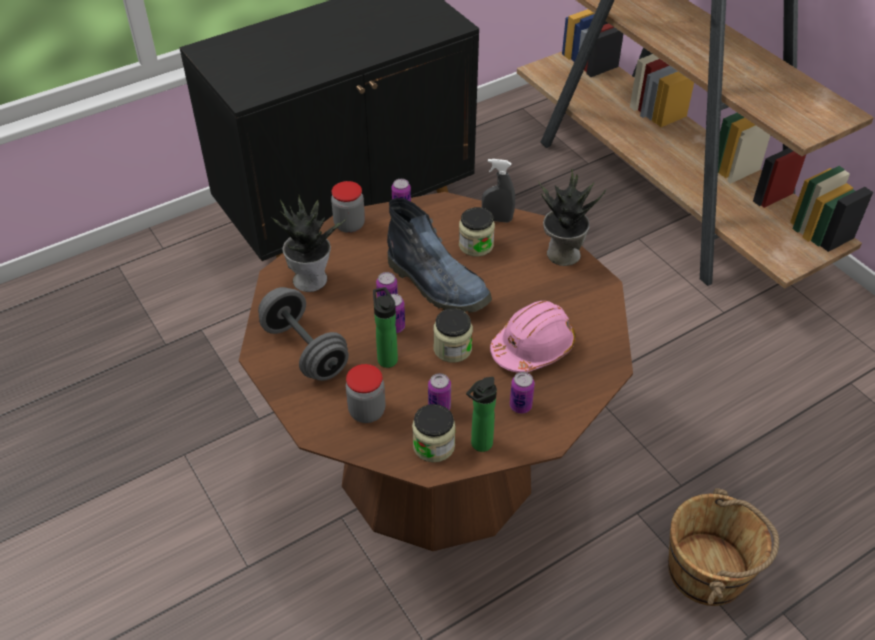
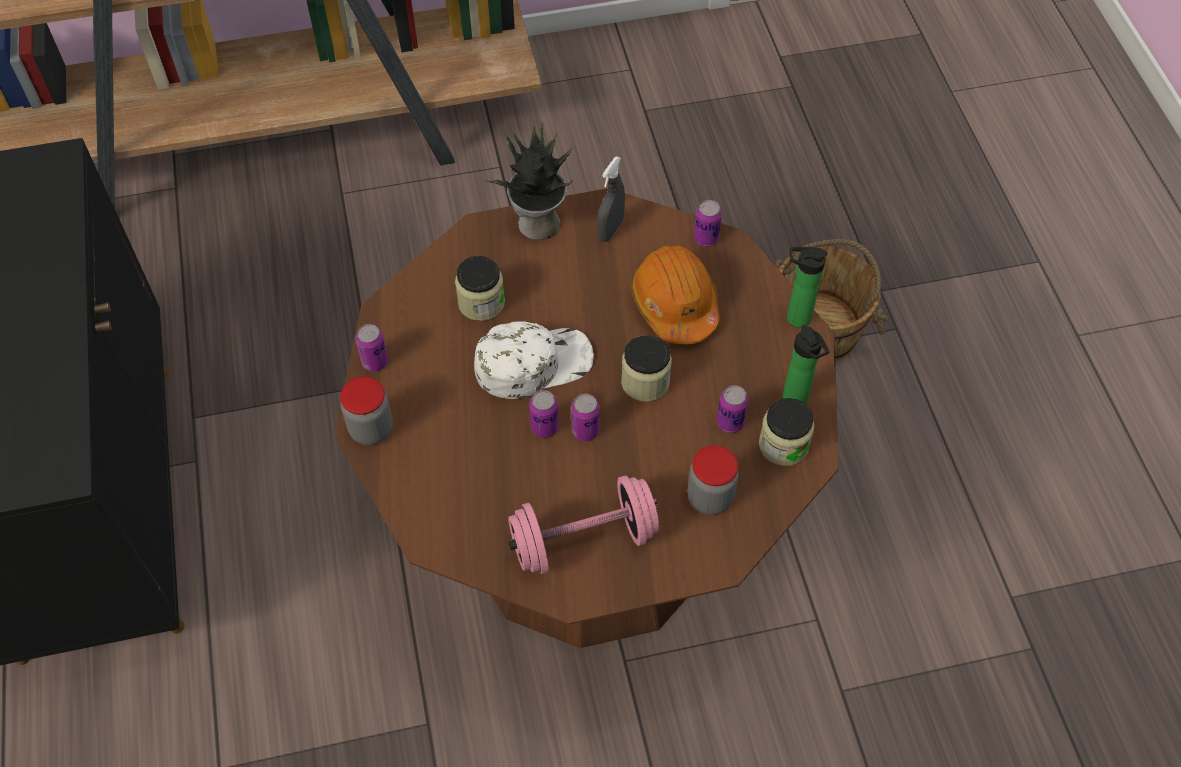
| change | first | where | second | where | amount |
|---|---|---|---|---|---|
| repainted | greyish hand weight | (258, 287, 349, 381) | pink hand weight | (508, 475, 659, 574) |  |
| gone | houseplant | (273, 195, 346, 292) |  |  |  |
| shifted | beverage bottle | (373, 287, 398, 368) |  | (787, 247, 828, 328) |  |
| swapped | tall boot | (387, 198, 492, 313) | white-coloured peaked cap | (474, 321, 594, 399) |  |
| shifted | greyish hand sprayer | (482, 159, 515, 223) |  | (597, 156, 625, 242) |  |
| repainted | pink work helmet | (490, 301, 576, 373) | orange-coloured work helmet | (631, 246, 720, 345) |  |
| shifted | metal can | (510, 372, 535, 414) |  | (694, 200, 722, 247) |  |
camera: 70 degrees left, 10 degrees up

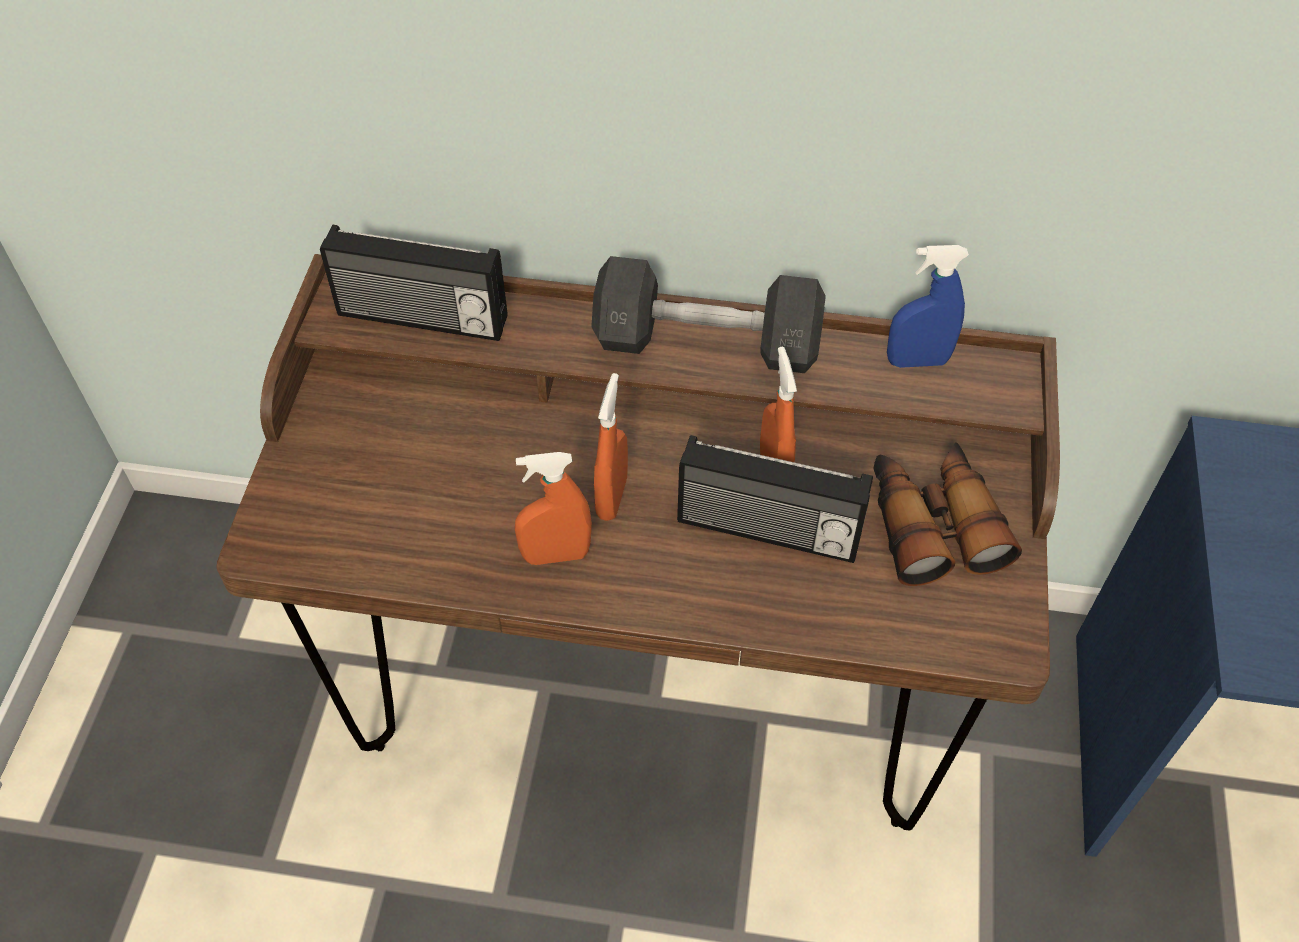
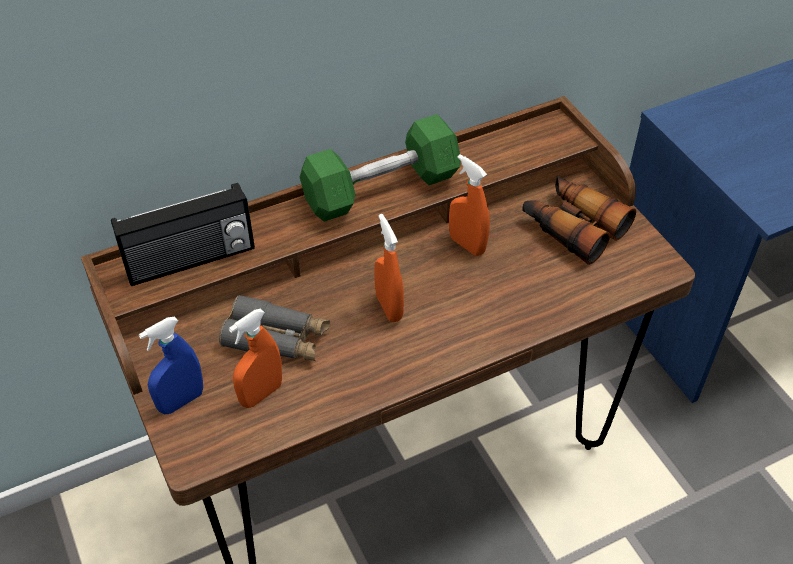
| change | first | where | second | where | amount |
|---|---|---|---|---|---|
| shifted | orange-coloured hand sprayer | (515, 452, 592, 565) |  | (229, 308, 282, 408) |  |
| repainted | greyish hand weight | (591, 256, 826, 373) | green-coloured hand weight | (300, 114, 461, 222) |  |
| gone | radio set | (677, 435, 873, 563) |  |  |  |
| shifted | blue hand sprayer | (887, 245, 969, 368) |  | (139, 316, 203, 414) |  |
| new |  |  | greyish pair of binoculars | (219, 295, 330, 361) |  |
camera: 35 degrees left, 5 degrees down

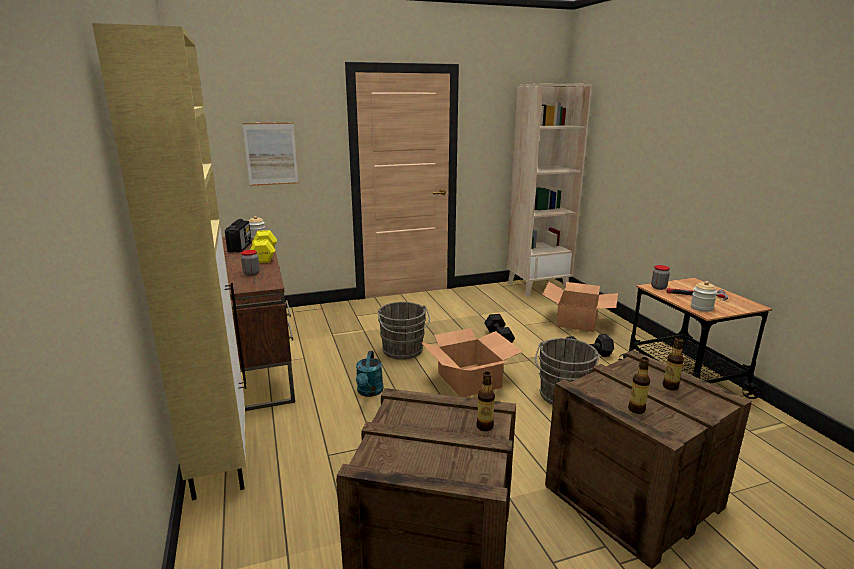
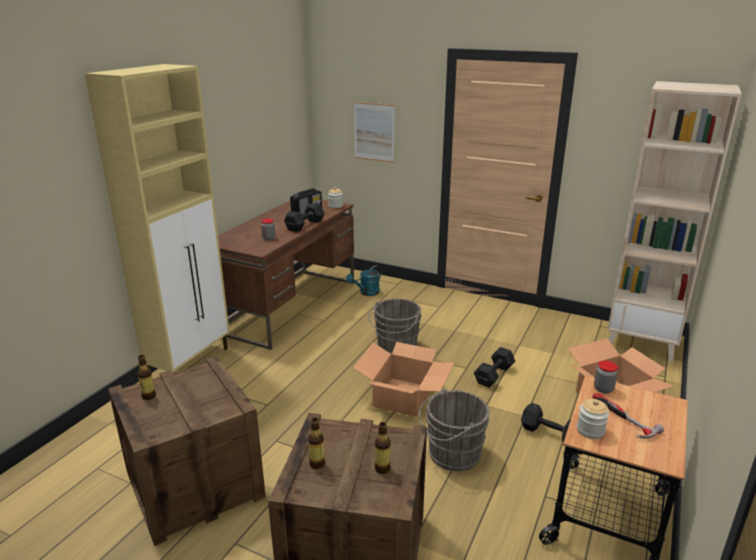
| change | first | where | second | where | amount |
|---|---|---|---|---|---|
| repainted | yellowish hand weight | (250, 230, 277, 263) | blackish hand weight | (284, 202, 325, 232) |  |
| shifted | turquoise-coloured sprinkling can | (356, 351, 384, 397) |  | (346, 265, 382, 296) |  |
| shifted | beverage bottle | (476, 372, 495, 431) |  | (137, 355, 156, 400) |  |
camera: 45 degrees right, 5 degrees up

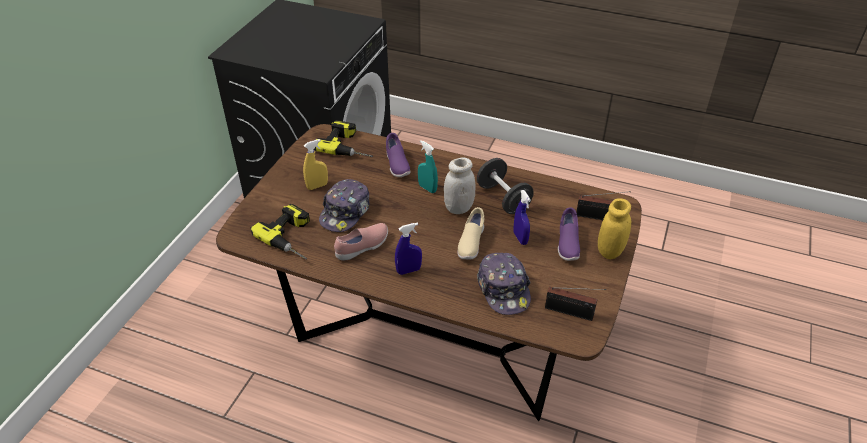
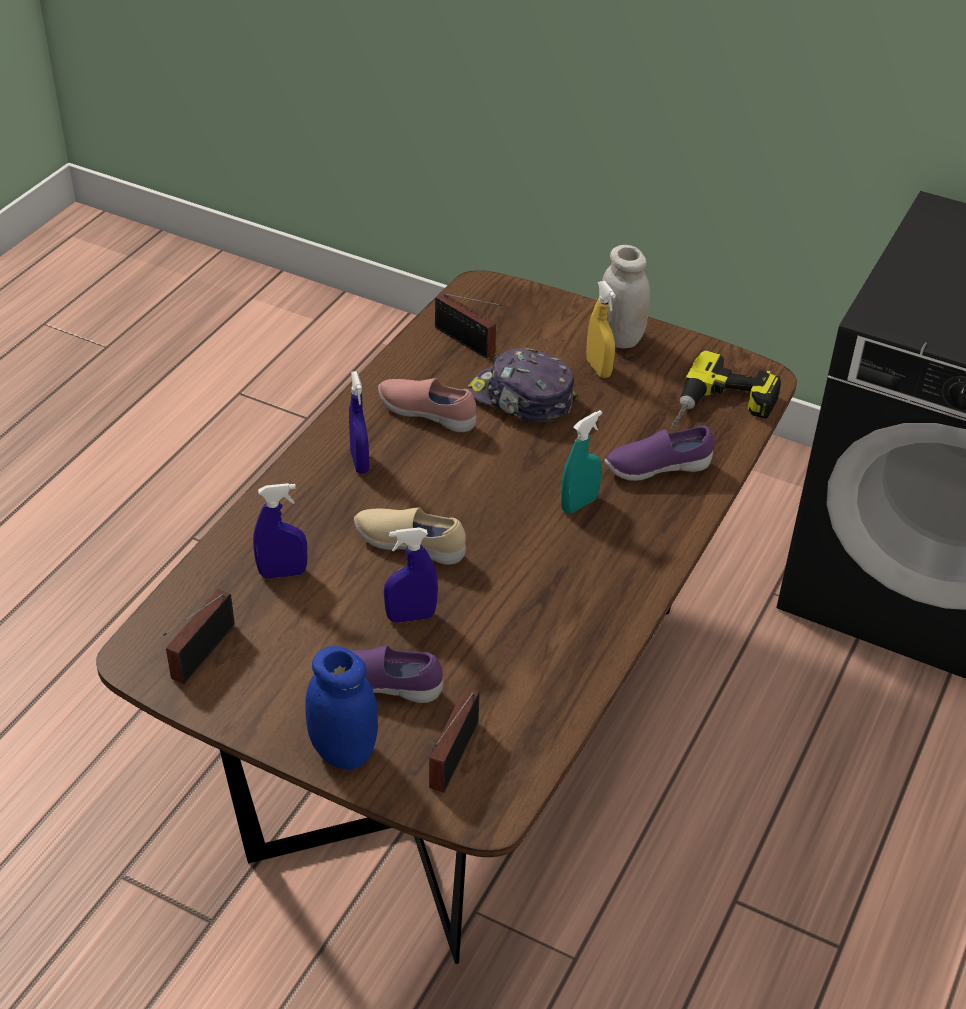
| change | first | where | second | where | amount |
|---|---|---|---|---|---|
| swapped | electric drill | (251, 204, 310, 259) | radio set | (435, 293, 502, 358) |  |
| rotated | pink item of footwear | (334, 223, 388, 261) |  | (378, 378, 476, 432) | 150 degrees clockwise |
| shifted | white-coloured storage jar | (444, 158, 475, 214) |  | (602, 245, 650, 348) |  |
| gone | blackish hand weight | (477, 158, 534, 214) |  |  |  |
| swapped | peaked cap | (477, 253, 531, 315) | blue hand sprayer | (253, 483, 307, 578) |  |
| repainted | yellowish storage jar | (598, 198, 631, 259) | blue storage jar | (305, 646, 378, 769) |  |
camera: 95 degrees right, 0 degrees up

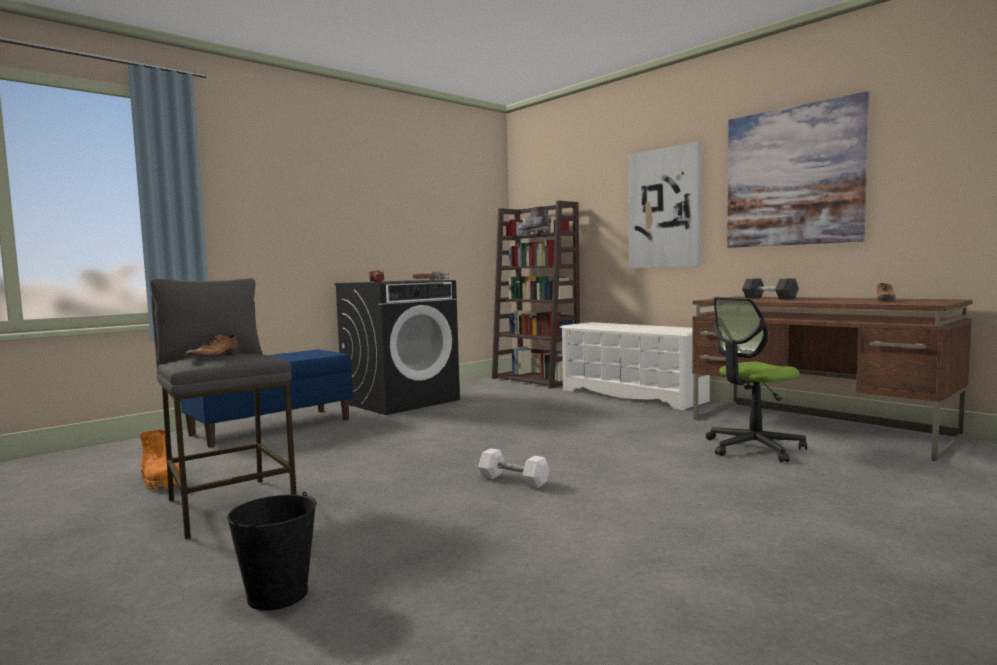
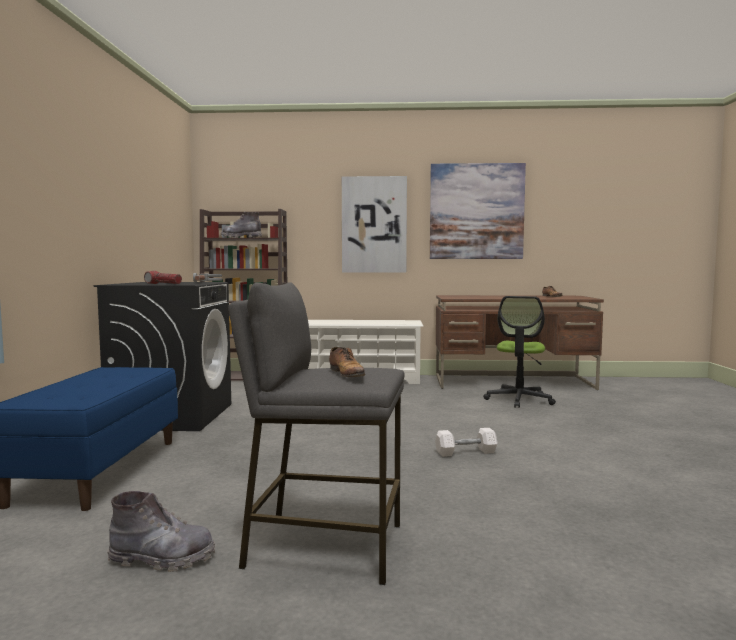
| change | first | where | second | where | amount |
|---|---|---|---|---|---|
| repainted | orange-coloured tall boot | (140, 430, 187, 490) | greyish tall boot | (107, 491, 215, 572) |  |
| gone | blackish pail | (227, 492, 317, 610) |  |  |  |
| gone | greyish hand weight | (742, 278, 799, 300) |  |  |  |
camera: 45 degrees left, 0 degrees up

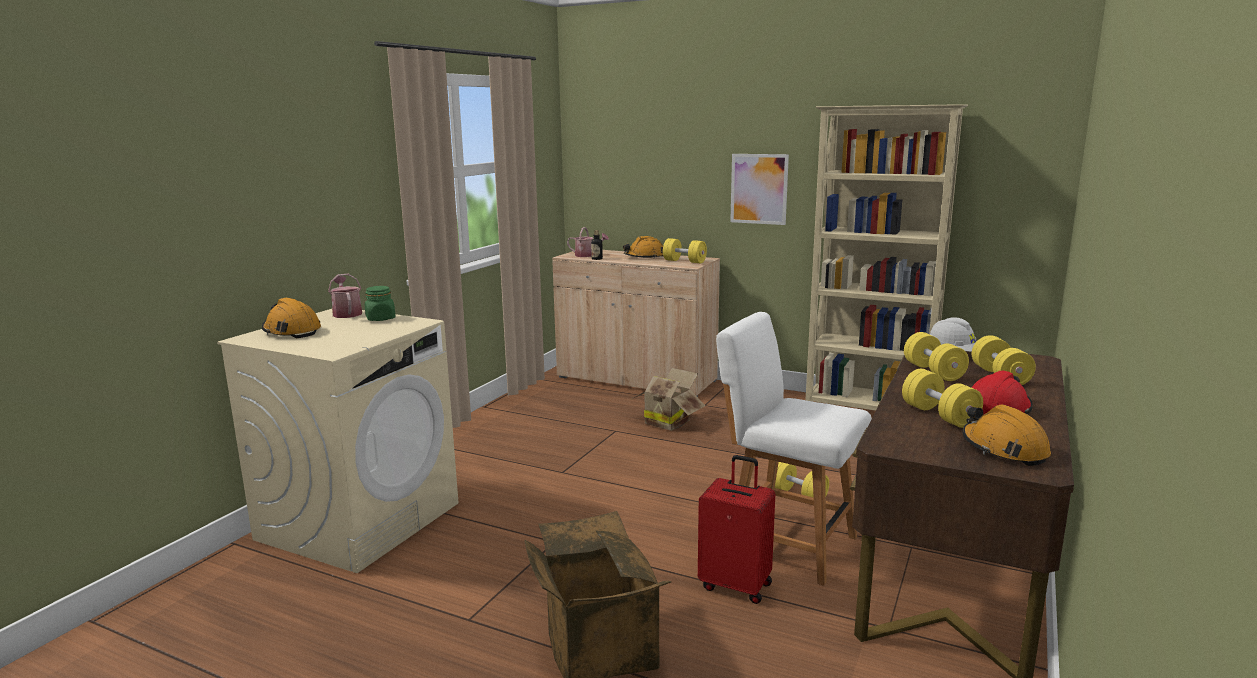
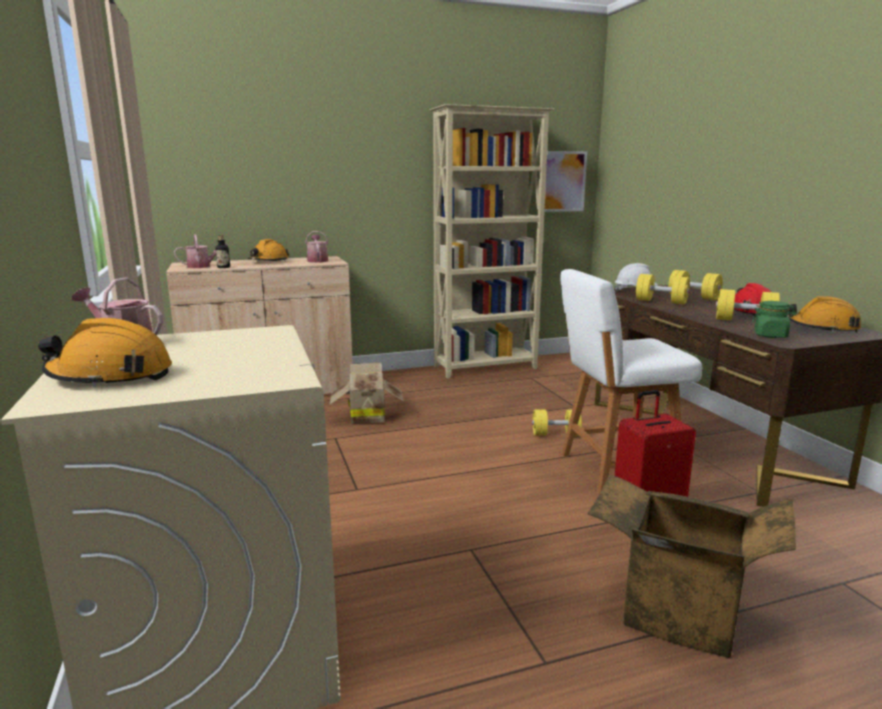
| change | first | where | second | where | amount |
|---|---|---|---|---|---|
| shifted | green-coloured storage jar | (365, 286, 396, 321) |  | (752, 301, 796, 338) |  |
| swapped | yellowish hand weight | (663, 238, 707, 263) | sprinkling can | (305, 231, 328, 263) |  |
| shifted | wall picture | (730, 154, 789, 225) |  | (545, 151, 587, 212) |  |
camera: 45 degrees left, 0 degrees up

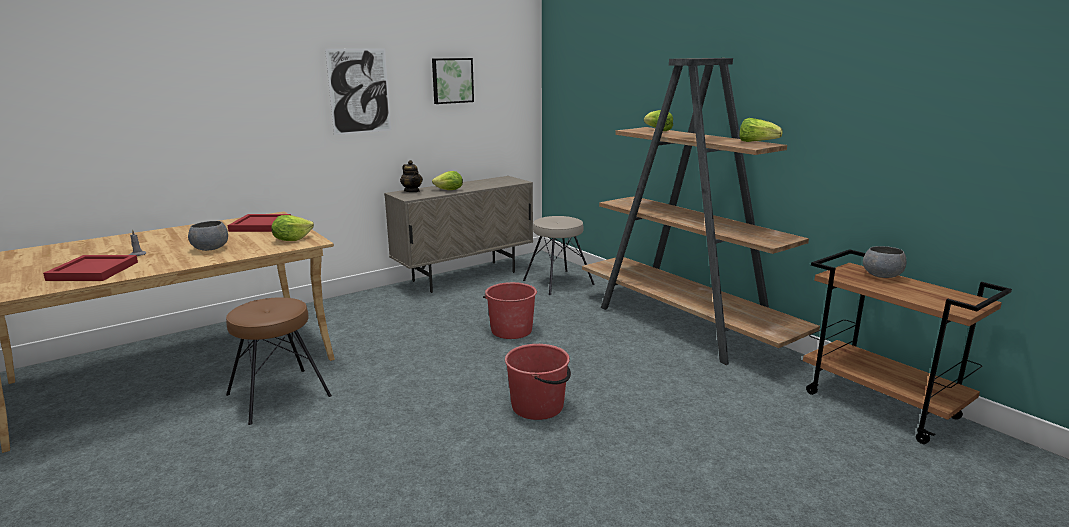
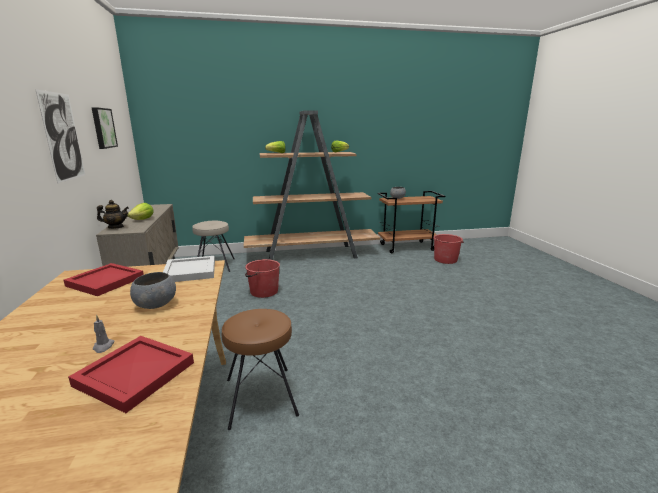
| change | first | where | second | where | amount |
|---|---|---|---|---|---|
| swapped | lettuce head | (271, 215, 314, 241) | white-coloured carrying tray | (163, 256, 215, 282) |  |
| shifted | red pail | (505, 344, 571, 420) |  | (433, 234, 464, 264) |  |
camera: 65 degrees left, 0 degrees up

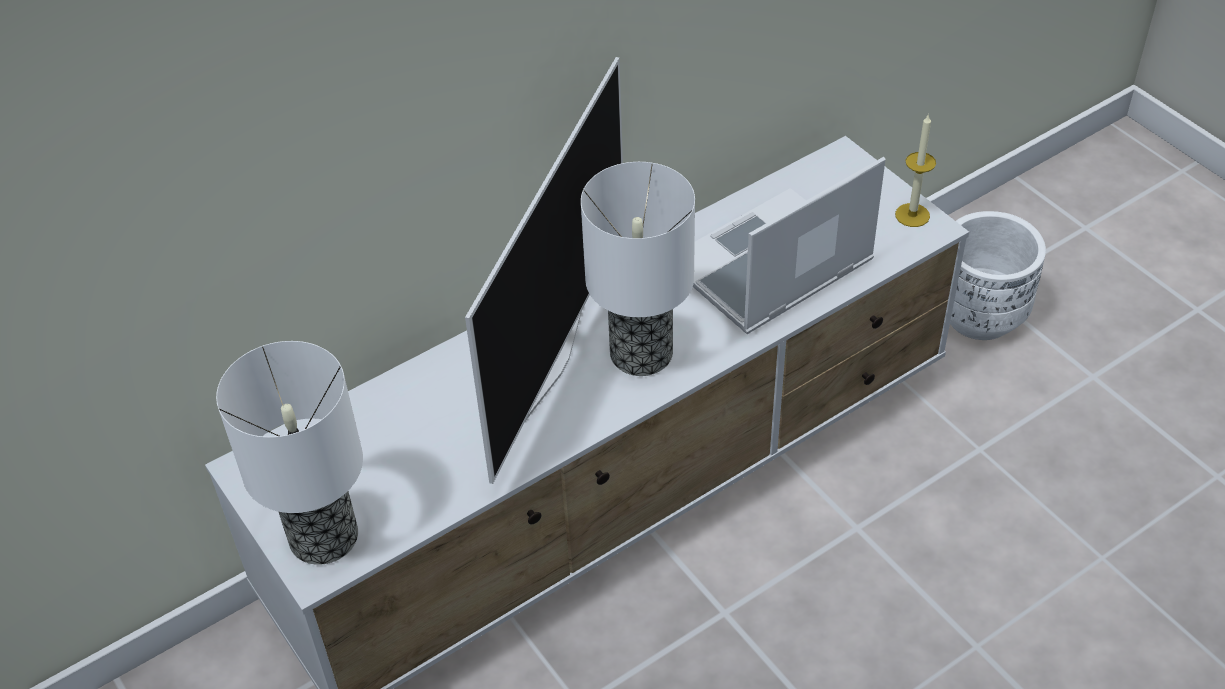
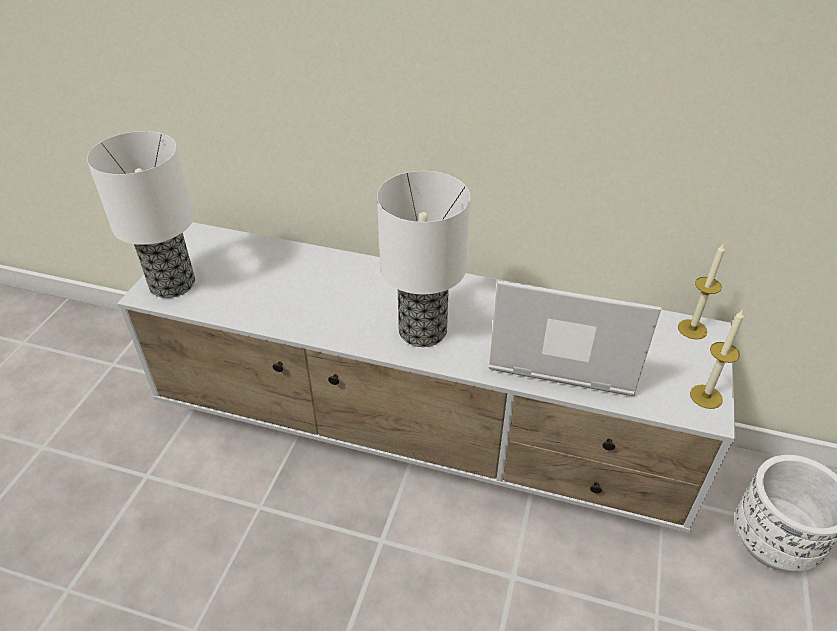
| change | first | where | second | where | amount |
|---|---|---|---|---|---|
| gone | TV | (465, 57, 623, 484) |  |  |  |
| new |  |  | wax candle | (678, 243, 725, 339) |  |
camera: 50 degrees right, 5 degrees down

